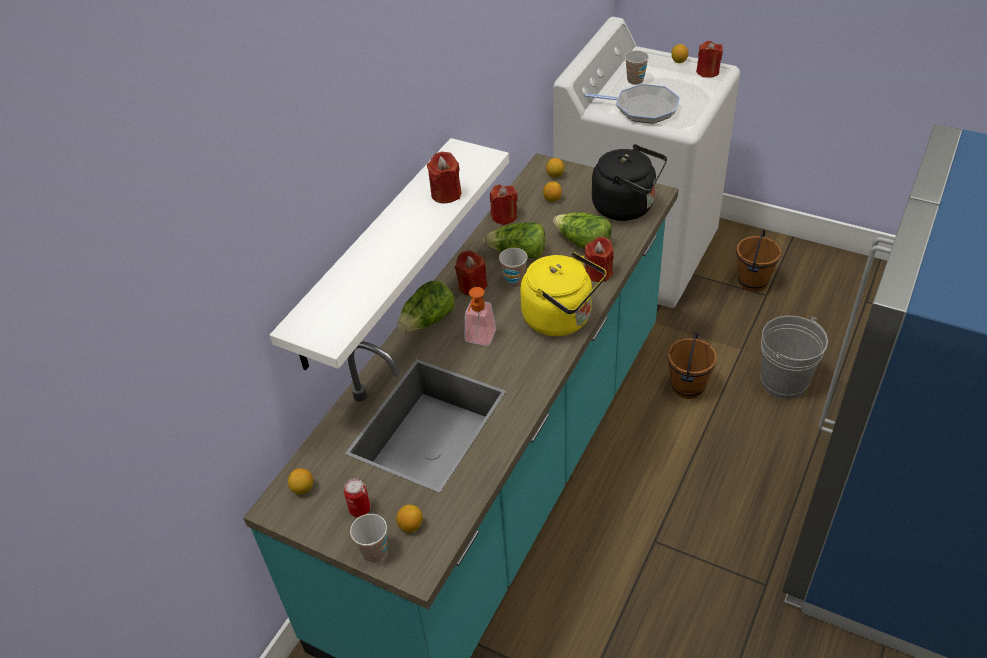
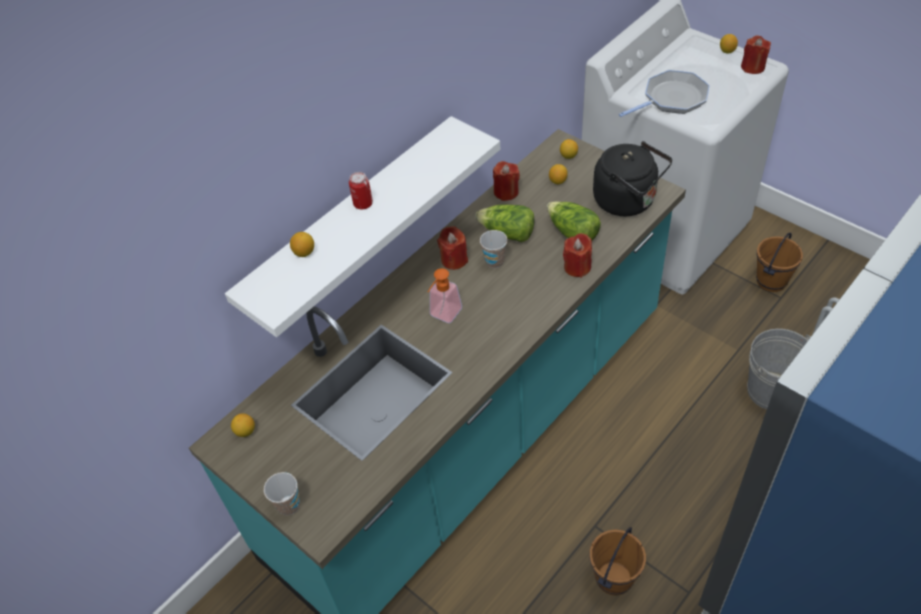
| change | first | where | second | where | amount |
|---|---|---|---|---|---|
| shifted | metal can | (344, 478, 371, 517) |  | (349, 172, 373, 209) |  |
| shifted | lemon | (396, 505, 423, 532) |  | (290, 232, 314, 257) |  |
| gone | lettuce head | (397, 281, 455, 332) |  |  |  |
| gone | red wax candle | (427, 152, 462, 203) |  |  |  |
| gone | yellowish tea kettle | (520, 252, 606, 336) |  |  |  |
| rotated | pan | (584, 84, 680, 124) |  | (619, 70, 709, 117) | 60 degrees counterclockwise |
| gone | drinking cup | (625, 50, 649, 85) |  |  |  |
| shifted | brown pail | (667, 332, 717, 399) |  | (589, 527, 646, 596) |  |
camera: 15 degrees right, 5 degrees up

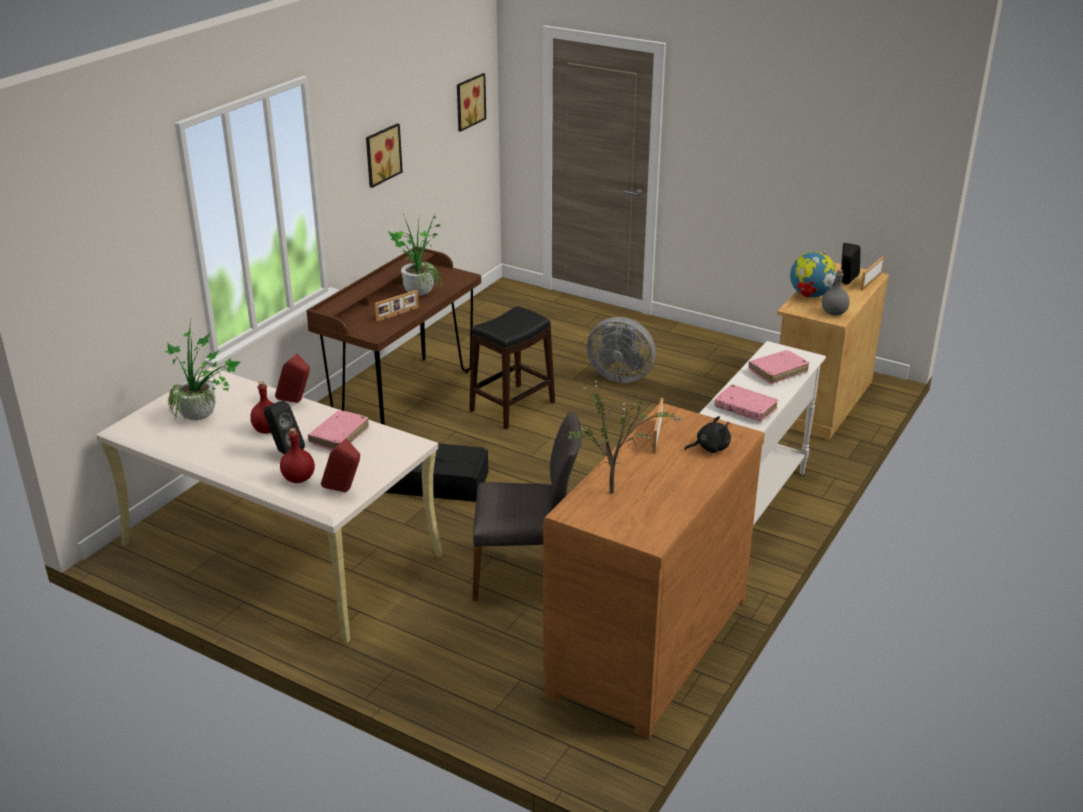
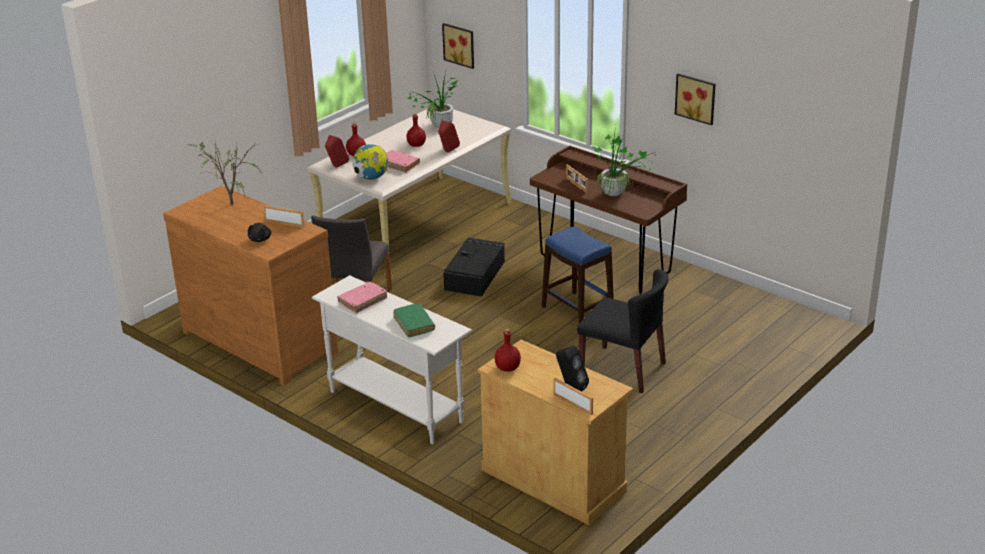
| change | first | where | second | where | amount |
|---|---|---|---|---|---|
| gone | blackish loudspeaker | (263, 401, 305, 454) |  |  |  |
| shifted | wall picture | (457, 73, 486, 132) |  | (442, 23, 474, 69) |  |
| repainted | blackish stool seat | (469, 306, 555, 429) | blue stool seat | (541, 226, 614, 323) |  |
| swapped | greyish cooling fan | (587, 317, 656, 383) | blackish plain chair | (577, 269, 669, 393) |  |
| repainted | pink bound book | (749, 350, 809, 384) | green-coloured bound book | (393, 303, 435, 338) |  |
| shifted | desk globe | (790, 252, 836, 298) |  | (352, 144, 388, 180) |  |
| repainted | greyish beverage bottle | (822, 269, 850, 315) | red beverage bottle | (495, 329, 521, 372) |  |
camera: 100 degrees right, 0 degrees up

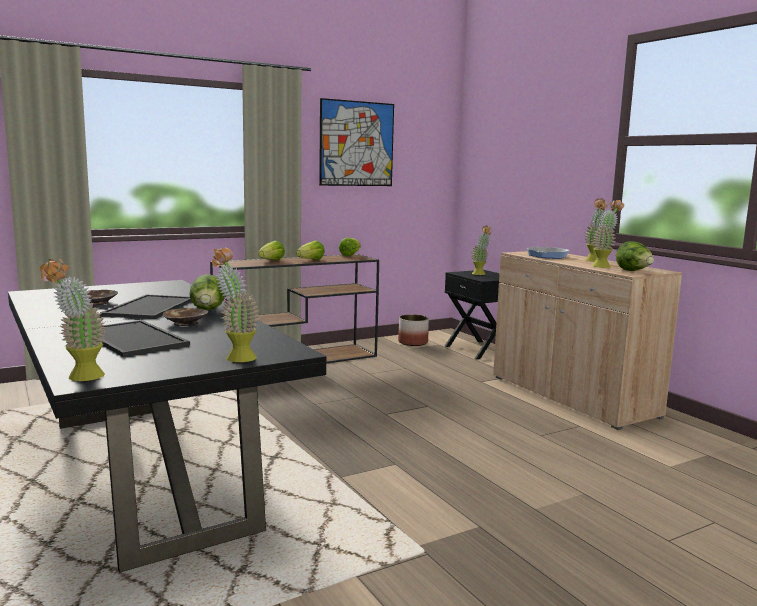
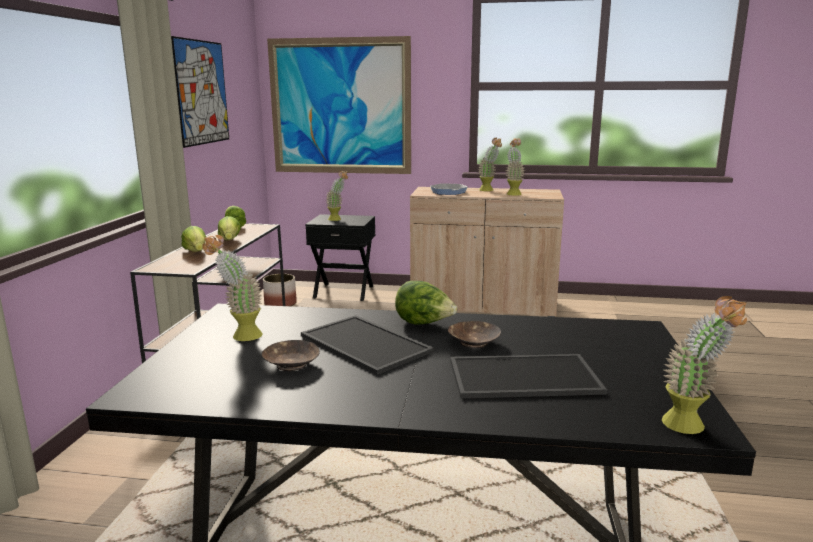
| change | first | where | second | where | amount |
|---|---|---|---|---|---|
| shifted | houseplant | (212, 248, 260, 362) |  | (202, 234, 263, 341) |  |
| gone | lettuce head | (616, 241, 654, 271) |  |  |  |
| new |  |  | wall picture | (267, 36, 411, 174) |  |
camera: 50 degrees left, 5 degrees up

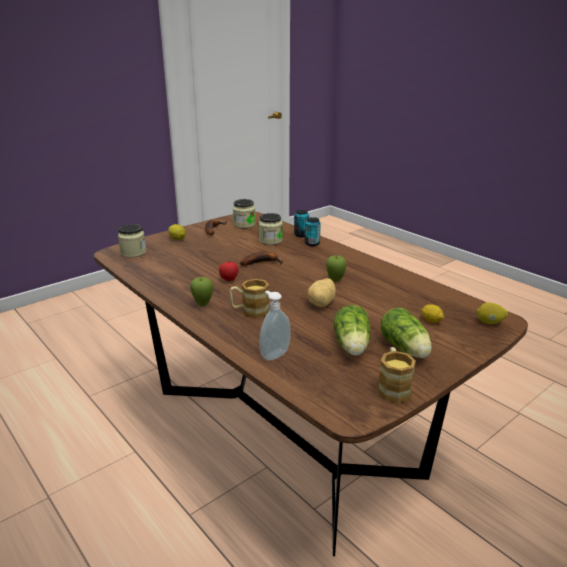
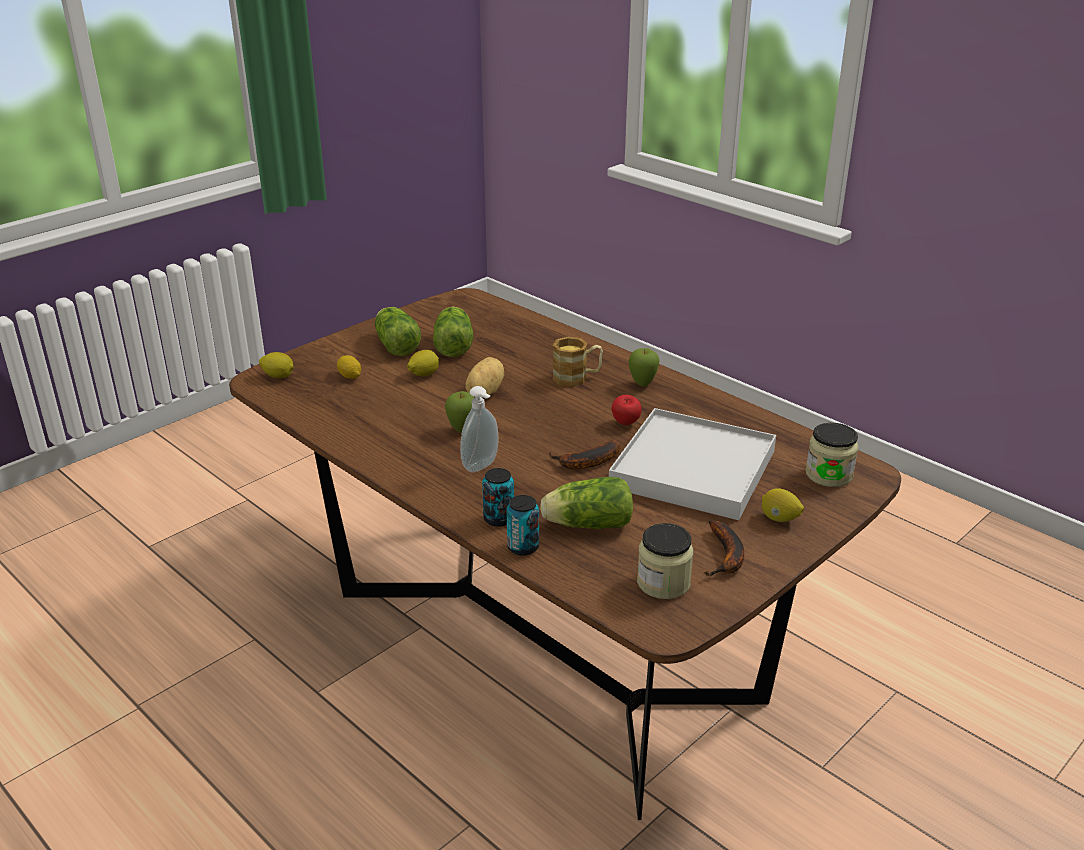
| change | first | where | second | where | amount |
|---|---|---|---|---|---|
| swapped | storage jar | (258, 213, 283, 245) | lettuce head | (540, 477, 633, 529) |  |
| shifted | liquid soap bottle | (260, 291, 291, 360) |  | (460, 386, 498, 473) |  |
| gone | mug | (378, 347, 416, 403) |  |  |  |
| new |  |  | lemon | (407, 350, 439, 376) |  |
| new |  |  | white-coloured carrying tray | (609, 408, 776, 520) |  |
camera: 175 degrees right, 5 degrees up

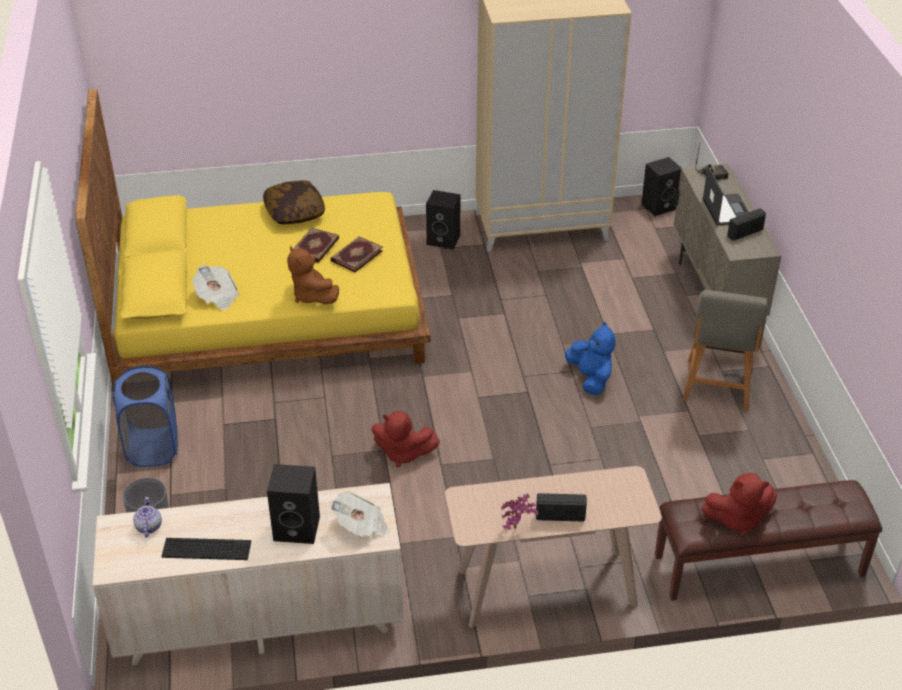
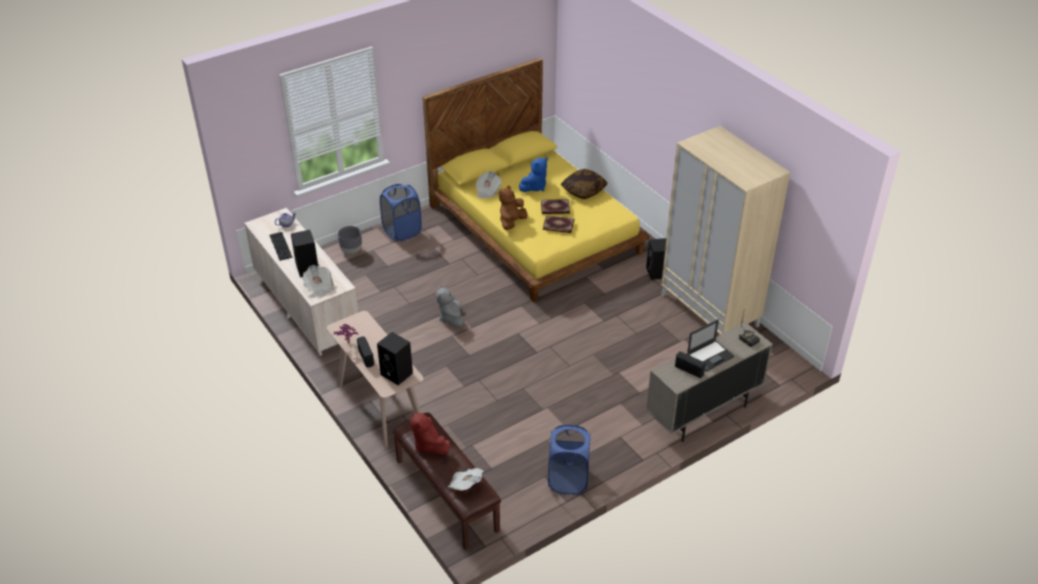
| change | first | where | second | where | amount |
|---|---|---|---|---|---|
| repainted | red plush toy | (371, 411, 440, 467) | greyish plush toy | (436, 285, 465, 328) |  |
| shifted | blue plush toy | (565, 322, 616, 395) |  | (519, 158, 548, 192) |  |
| shifted | blackish loudspeaker | (641, 157, 681, 216) |  | (377, 332, 413, 385) |  |
| gone | greyish plain chair | (682, 290, 767, 411) |  |  |  |
| new |  |  | printed paper | (448, 468, 483, 491) |  |
| new |  |  | blue hamper | (548, 425, 590, 494) |  |
camera: 65 degrees right, 0 degrees up

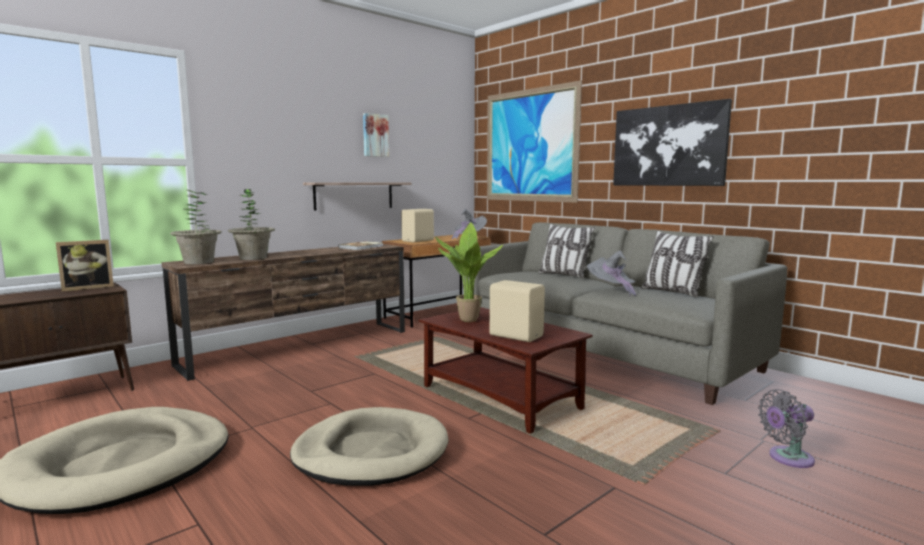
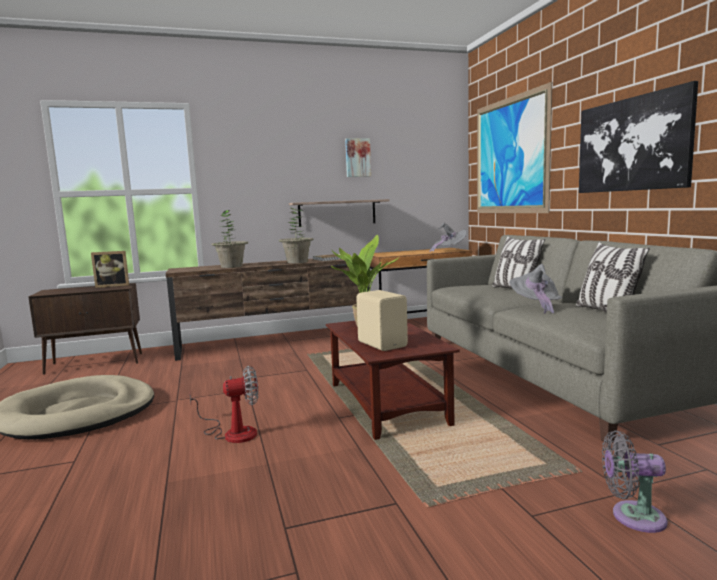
| change | first | where | second | where | amount |
|---|---|---|---|---|---|
| shifted | houseplant | (170, 190, 222, 264) |  | (279, 208, 314, 263) |  |
| swapped | beige-coloured dog cushion | (290, 407, 449, 486) | cooling fan | (190, 366, 258, 443) |  |
| gone | beige-coloured loudspeaker | (401, 209, 434, 242) |  |  |  |
camera: 25 degrees right, 0 degrees up

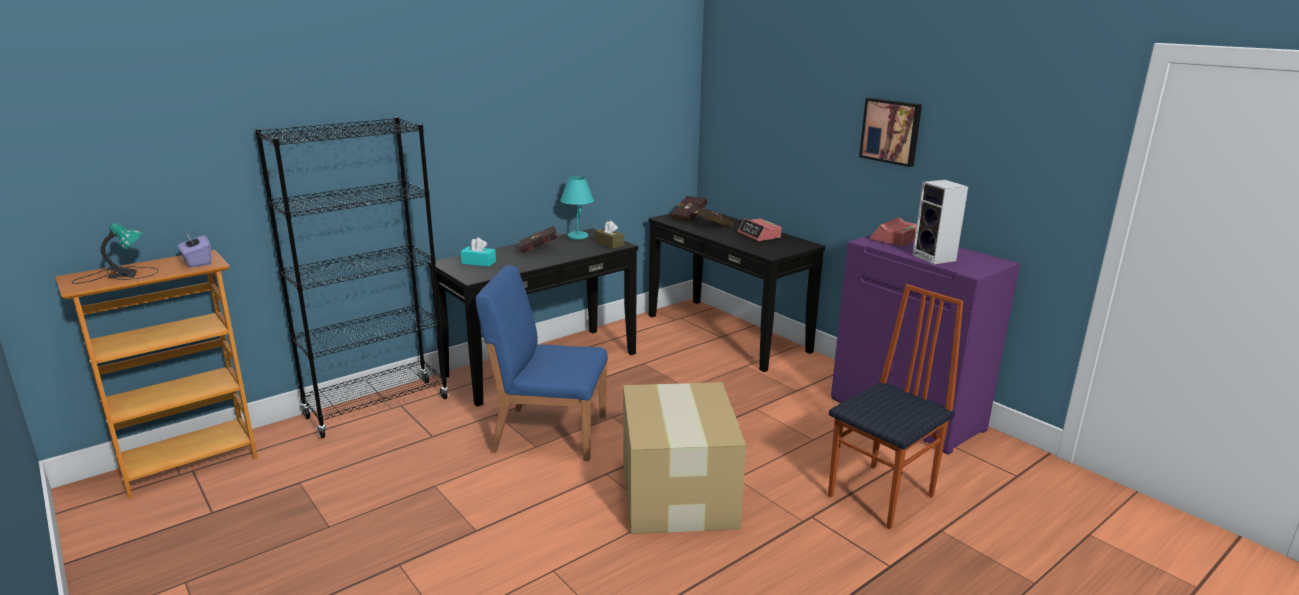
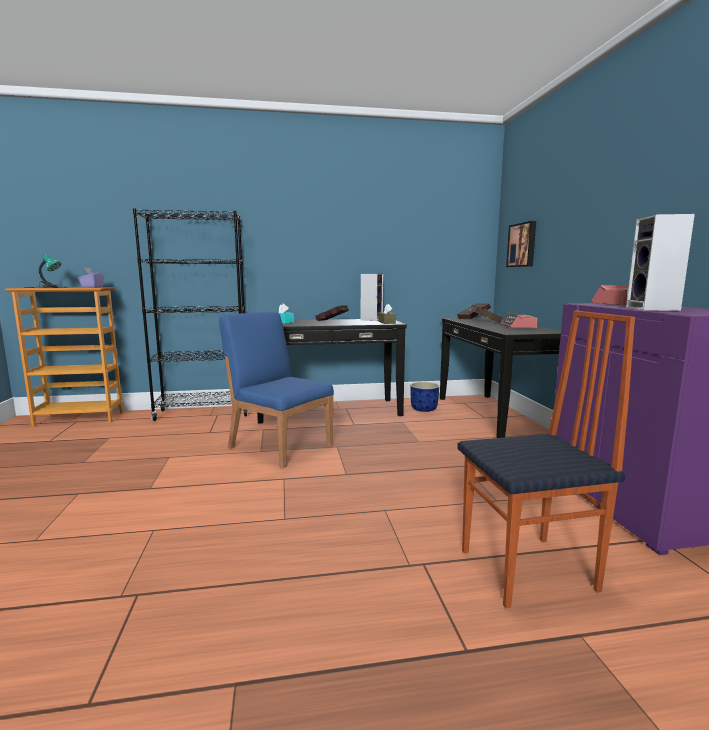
| change | first | where | second | where | amount |
|---|---|---|---|---|---|
| swapped | turquoise-coloured lamp for a table | (560, 176, 594, 240) | loudspeaker | (361, 274, 383, 321) |  |
| gone | packing box | (623, 382, 746, 534) |  |  |  |
| shifted | wall picture | (859, 98, 922, 167) |  | (506, 221, 536, 267) |  |
| new |  |  | blue plant pot | (411, 382, 439, 412) |  |
camera: 30 degrees right, 10 degrees down

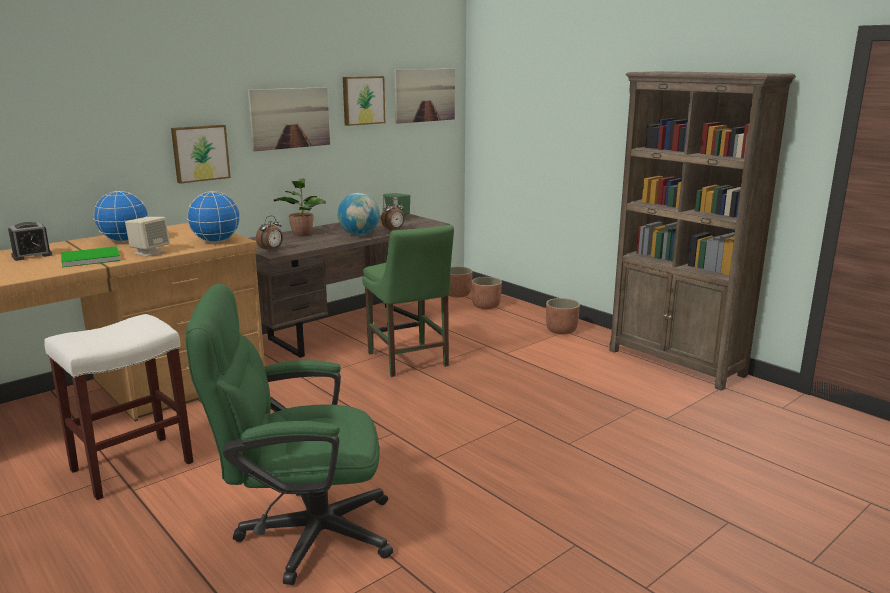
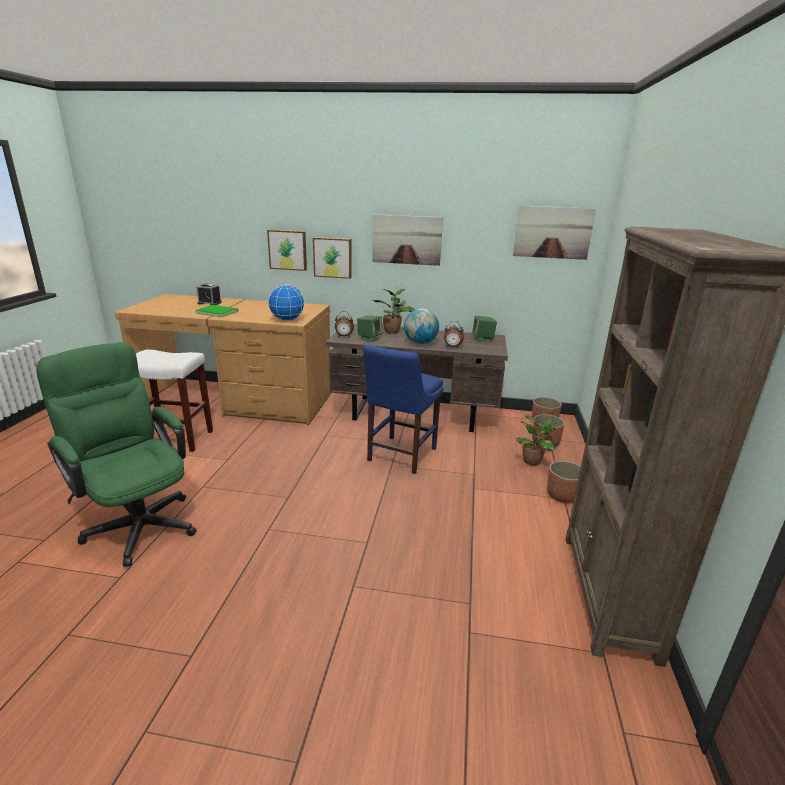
| change | first | where | second | where | amount |
|---|---|---|---|---|---|
| gone | desk globe | (93, 191, 149, 242) |  |  |  |
| gone | beige-coloured loudspeaker | (125, 217, 170, 257) |  |  |  |
| shifted | wall picture | (343, 76, 385, 126) |  | (267, 230, 307, 271) |  |
| repainted | green-coloured plain chair | (362, 225, 454, 377) | blue plain chair | (363, 344, 443, 474) |  |
| new |  |  | green-coloured loudspeaker | (357, 315, 383, 342) |  |
| new |  |  | houseplant | (516, 415, 557, 466) |  |
camera: 50 degrees right, 5 degrees up

